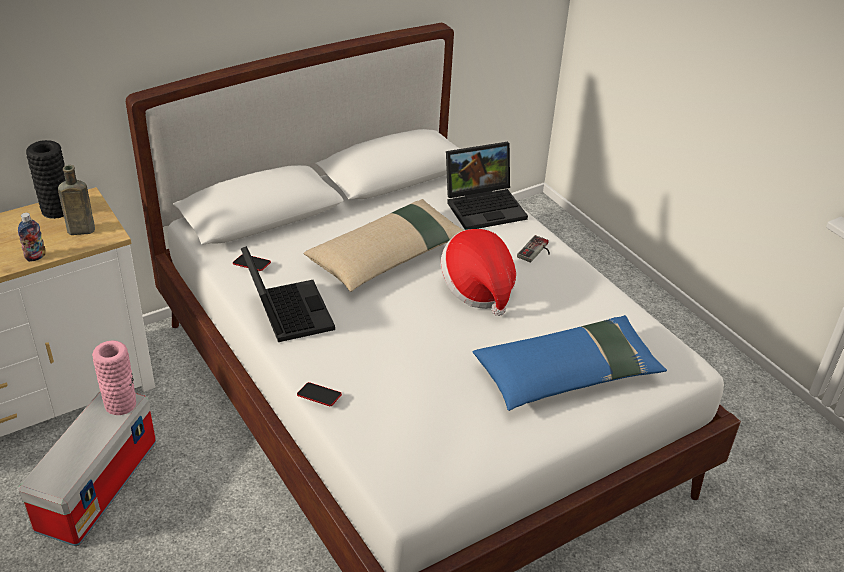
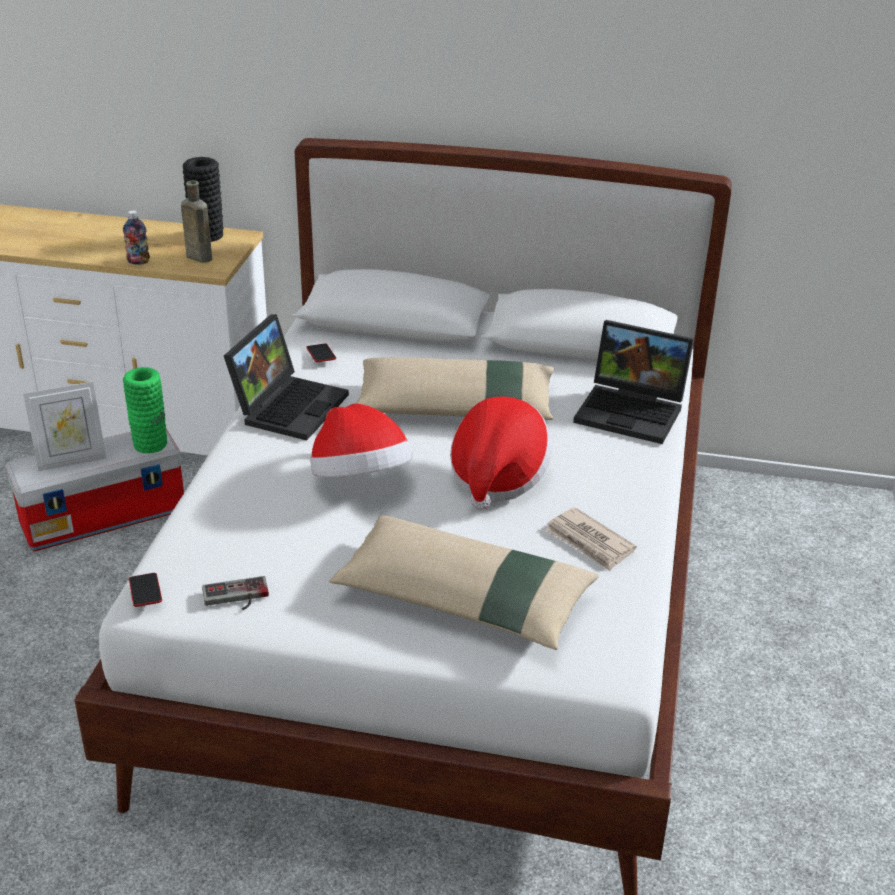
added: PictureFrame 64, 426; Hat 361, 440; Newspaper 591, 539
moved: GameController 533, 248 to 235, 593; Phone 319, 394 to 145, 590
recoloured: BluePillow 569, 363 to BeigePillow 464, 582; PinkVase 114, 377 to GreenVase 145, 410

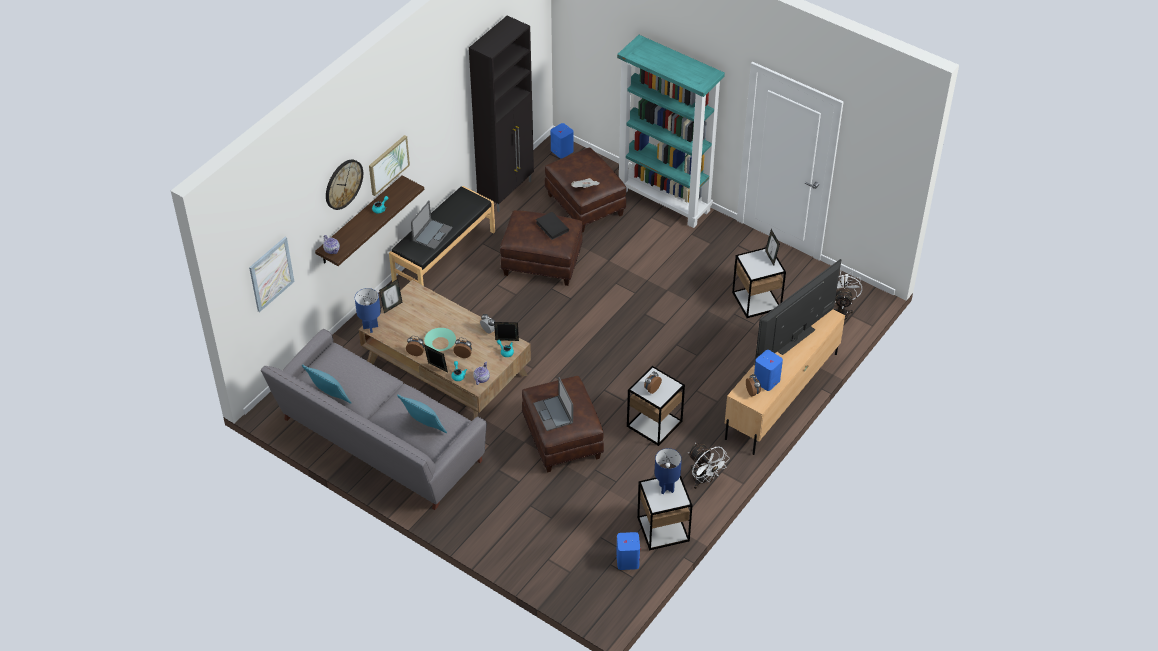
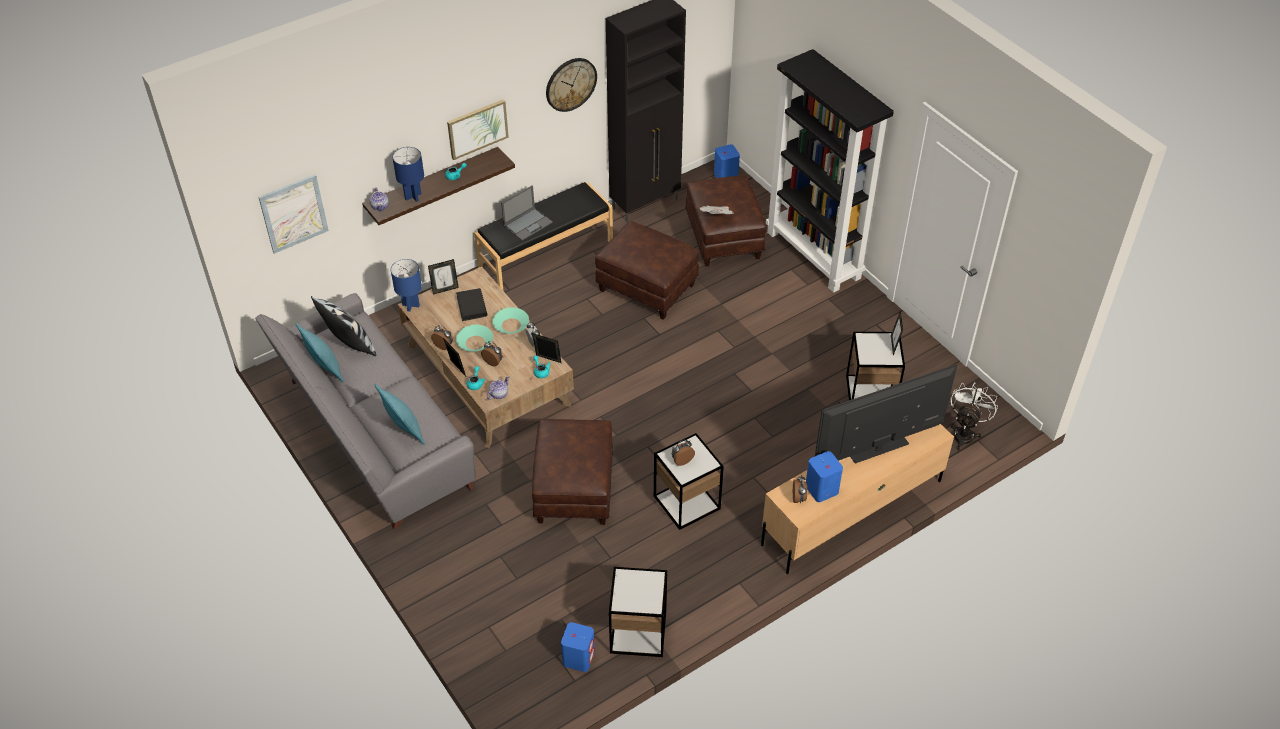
removed: Laptop 553, 404; WhiteFan 709, 466
added: Pillow 343, 326; TurquoiseBowl 511, 320
moved: WallClock 344, 185 to 571, 85; BlackBook 552, 226 to 471, 304; BlueTableLamp 668, 471 to 408, 174
recoloured: TurquoiseBookcase 671, 131 to BlackBookcase 830, 171

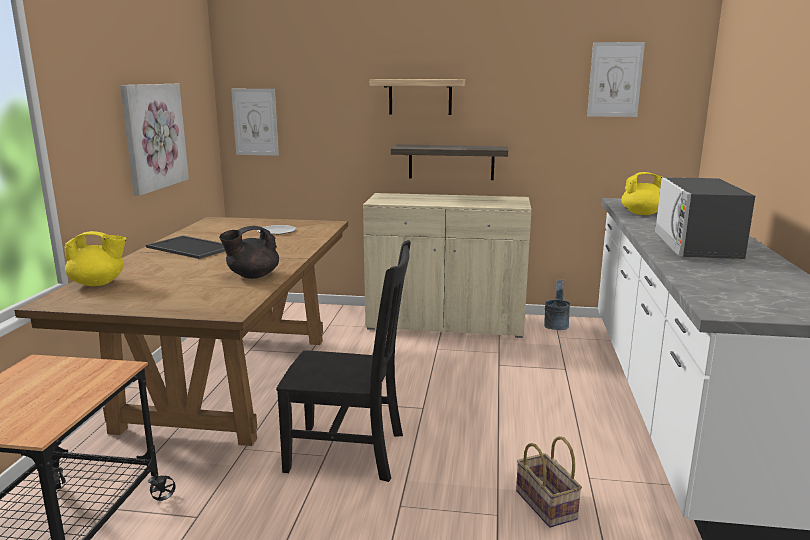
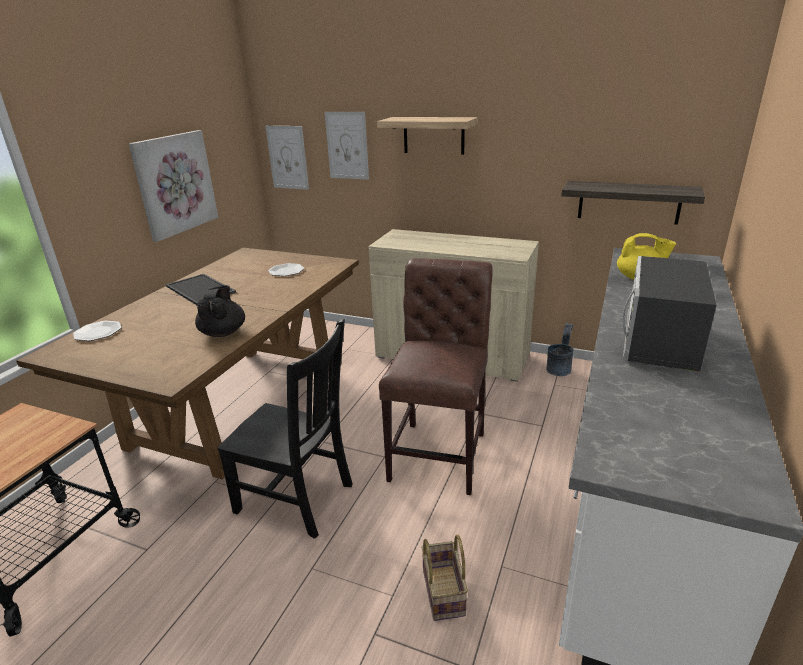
added: BrownChair 436, 376
moved: Picture 616, 79 to 346, 146; Shelf 449, 162 to 633, 203
replaced: YellowTeapot 95, 258 to Plate 97, 331
turned: BlackTeapot 249, 252 = 220, 311 105 degrees clockwise

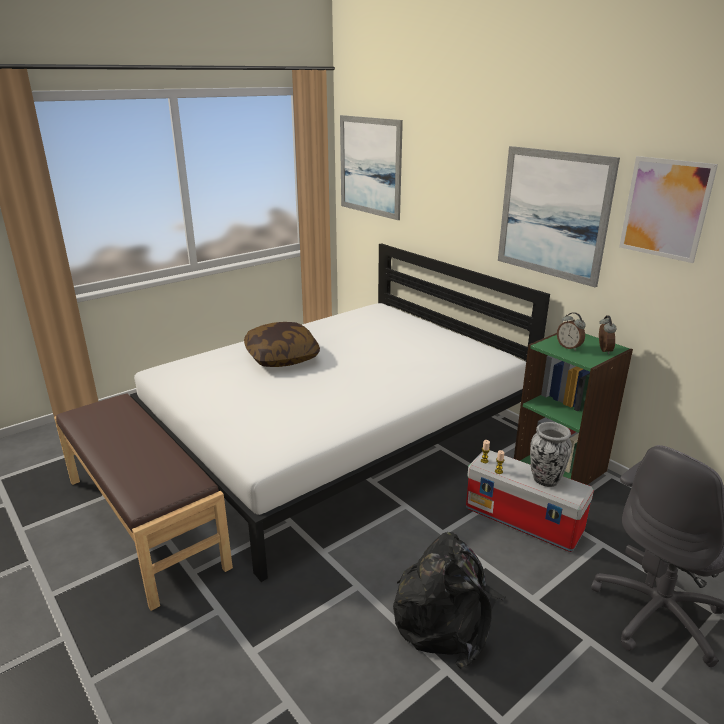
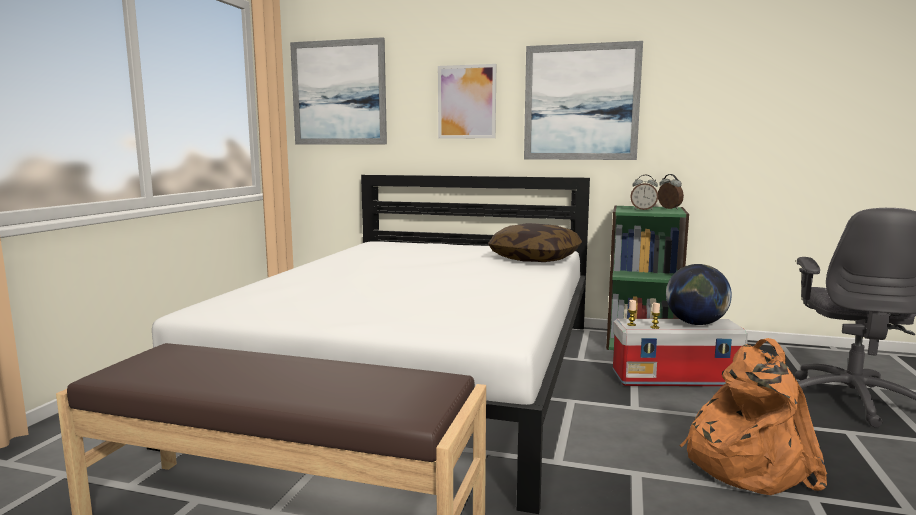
moved: Picture 668, 209 to 467, 101; Pillow 282, 344 to 535, 242
replaced: Vase 551, 454 to Globe 699, 294
recoloured: BlackBackpack 449, 600 to OrangeBackpack 753, 416

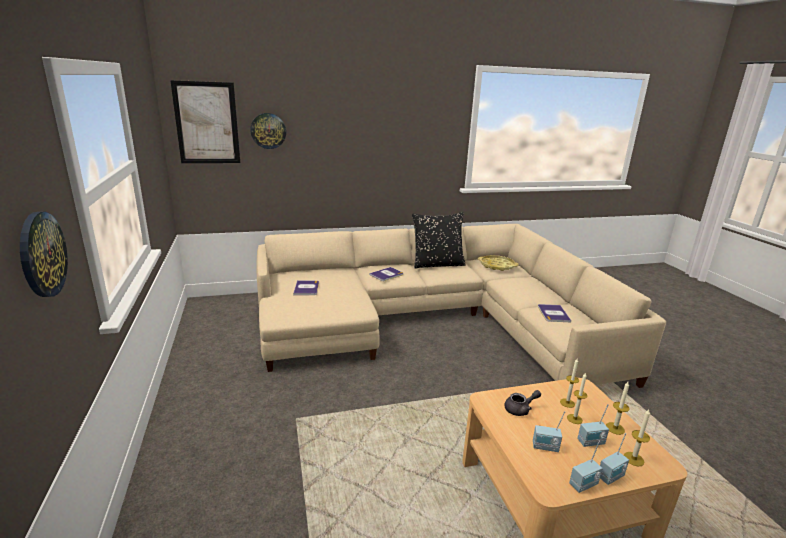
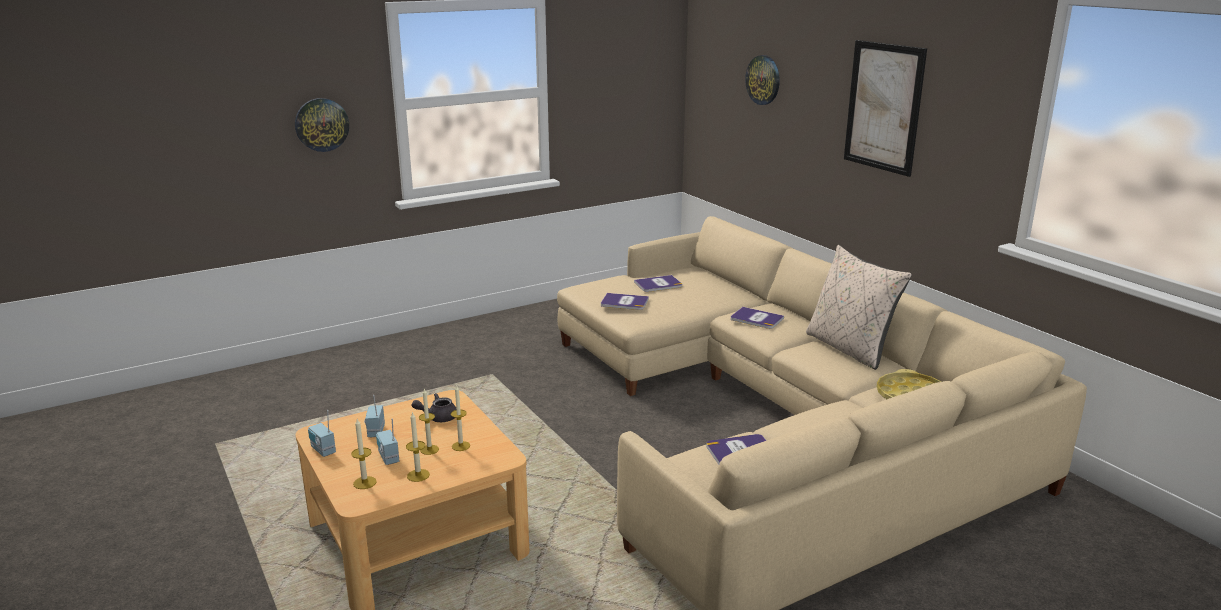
removed: Radio 614, 459
added: Book 625, 301
moved: Picture 205, 121 to 885, 108
recoloured: BlackPillow 438, 240 to BeigePillow 859, 307
turned: GreyTeapot 522, 403 = 433, 407 105 degrees clockwise

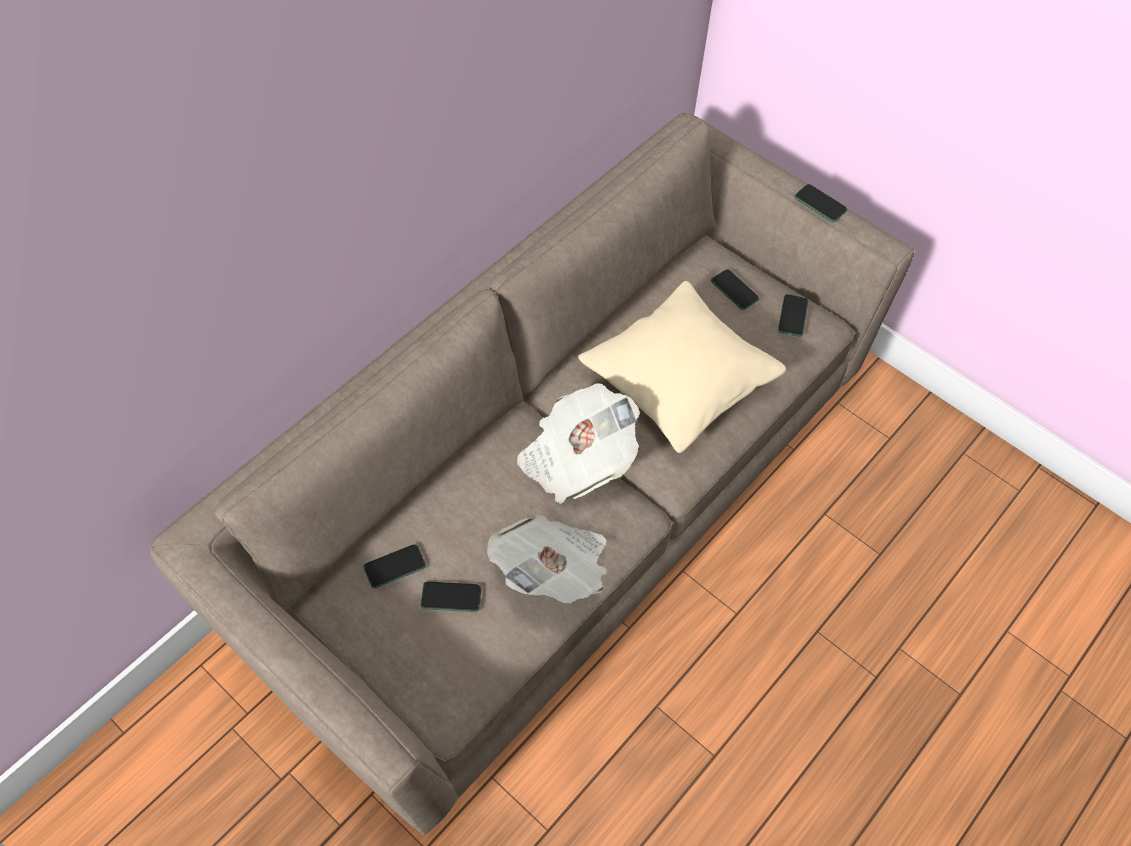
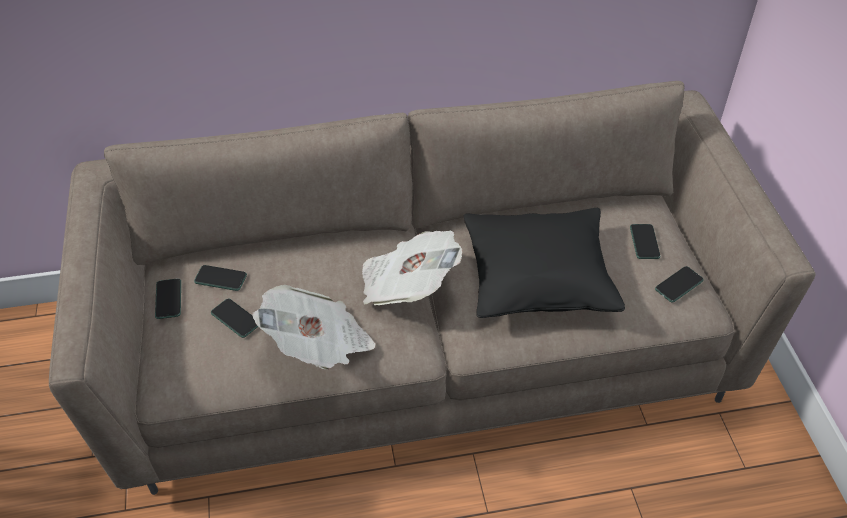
moved: Phone 820, 203 to 168, 298
recoloured: BeigePillow 682, 367 to BlackPillow 544, 263

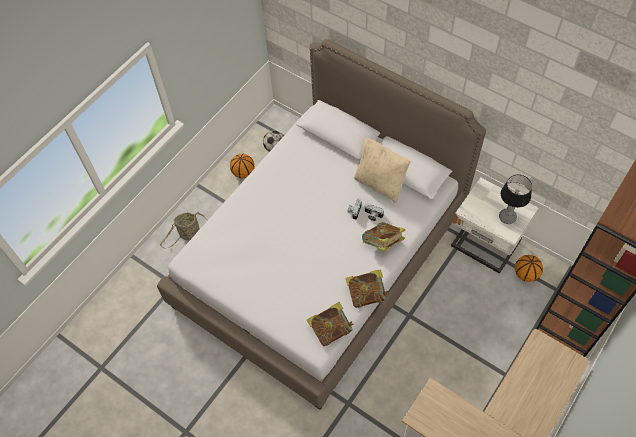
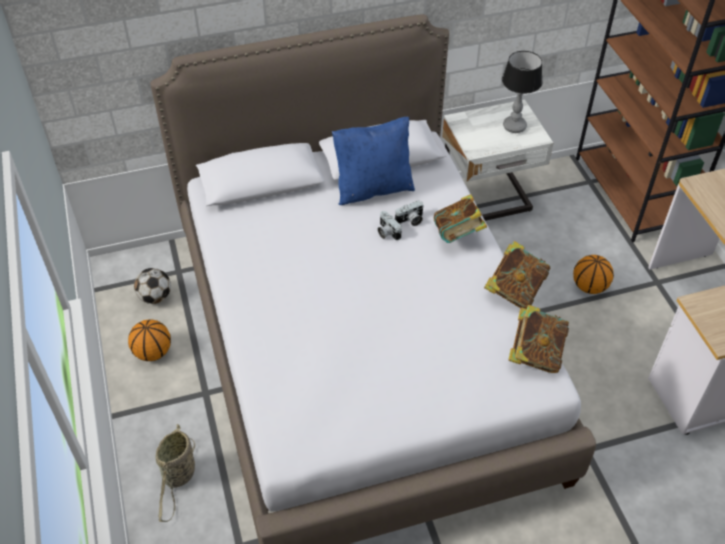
moved: Basketball 529, 268 to 593, 274
recoloured: BeigePillow 382, 170 to BluePillow 373, 161

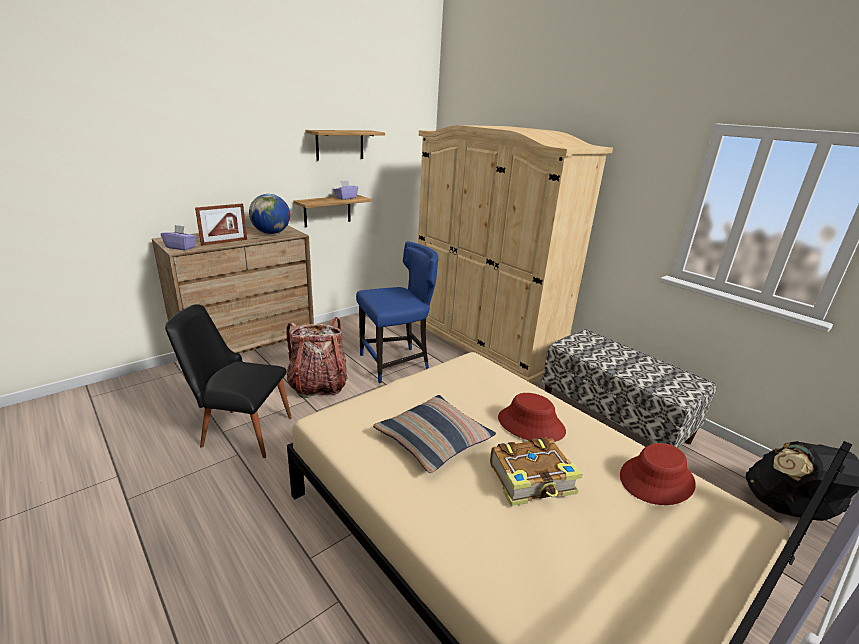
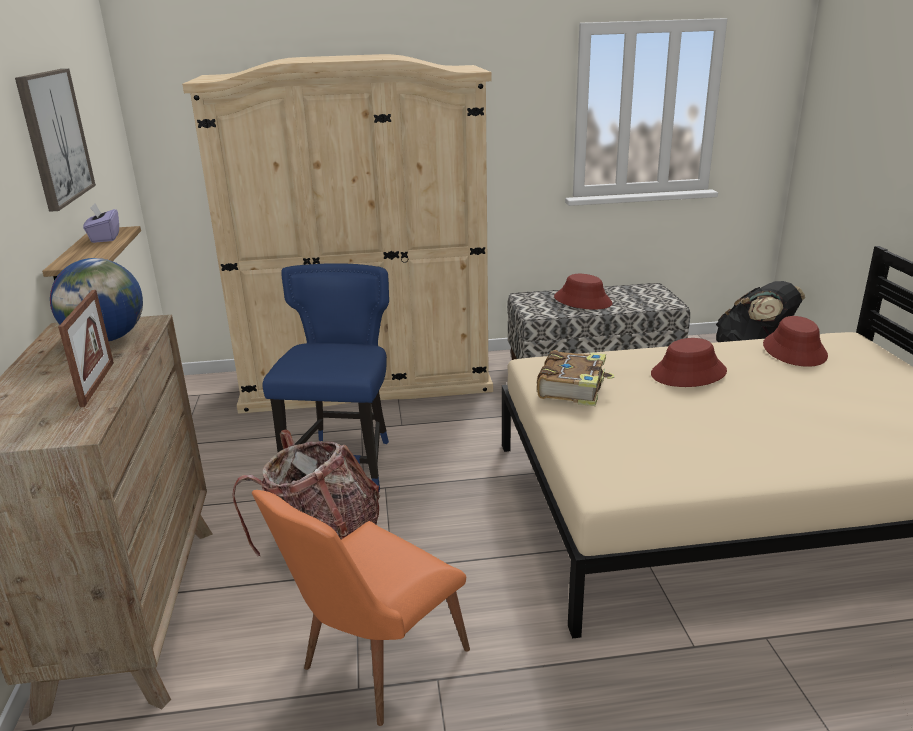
removed: PurpleTissueBox 179, 237; Pillow 434, 434
added: RedHat 583, 292
moved: Book 536, 471 to 576, 378
replaced: Shelf 345, 145 to Picture 55, 140
recoloured: BlackChair 228, 381 to OrangeChair 361, 608

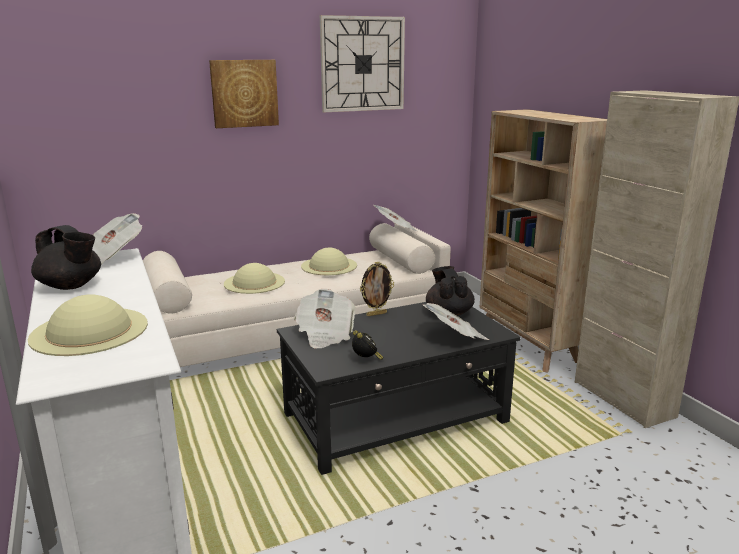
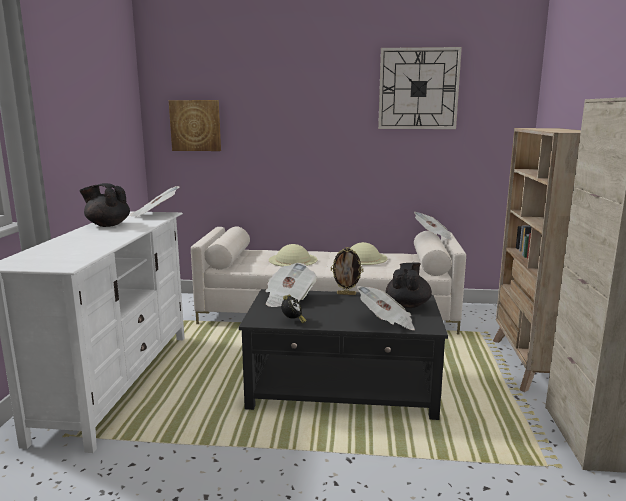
removed: BeigeHat 88, 325
moved: Picture 244, 94 to 195, 125
turned: BlackTeapot 66, 257 = 104, 205 135 degrees clockwise

